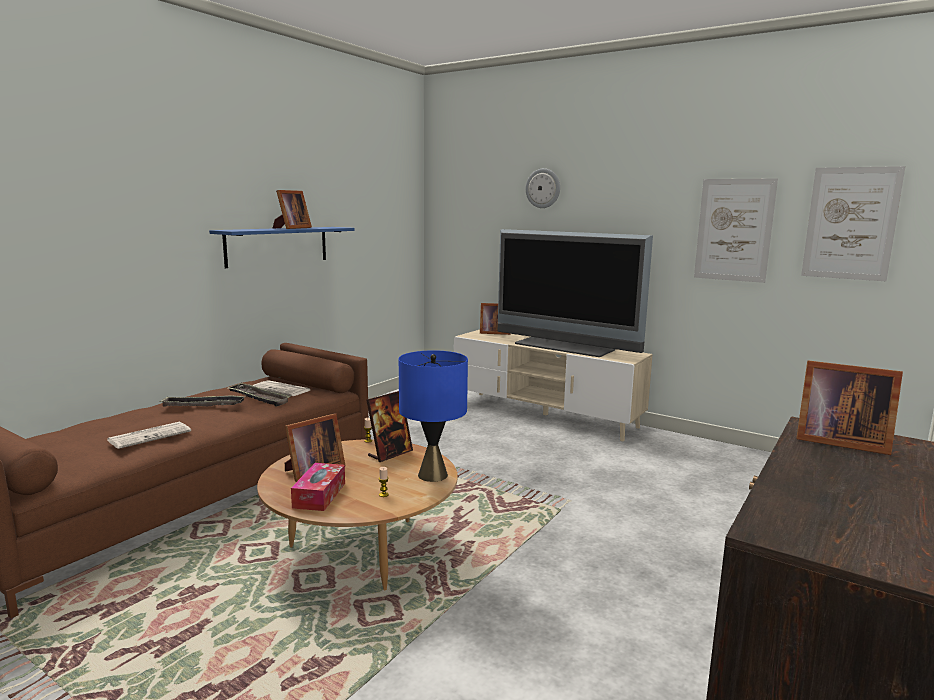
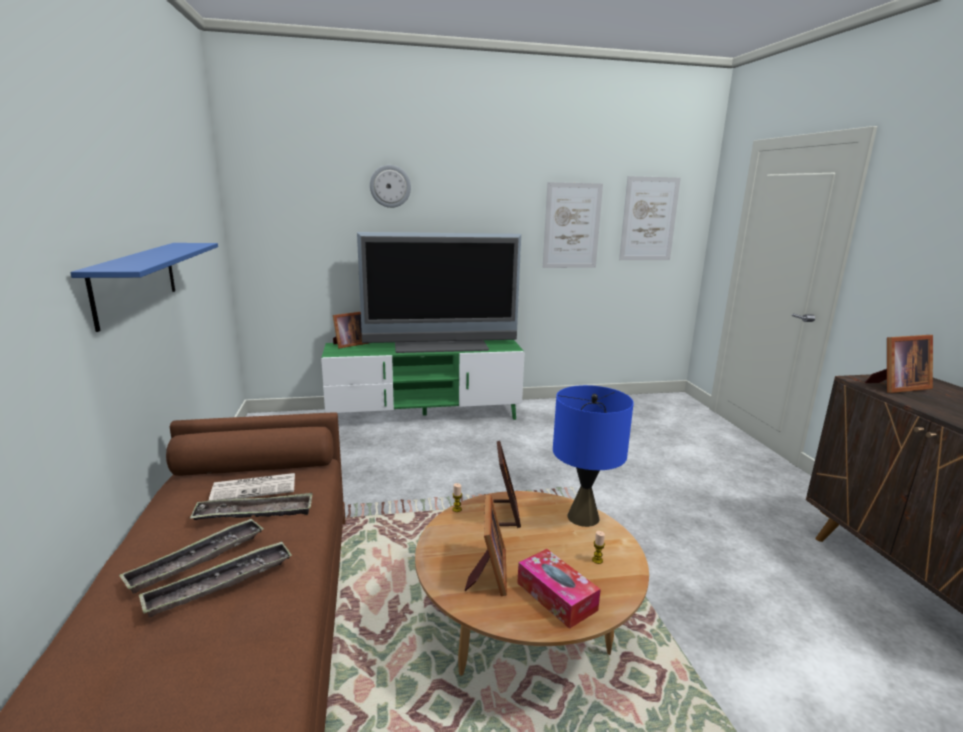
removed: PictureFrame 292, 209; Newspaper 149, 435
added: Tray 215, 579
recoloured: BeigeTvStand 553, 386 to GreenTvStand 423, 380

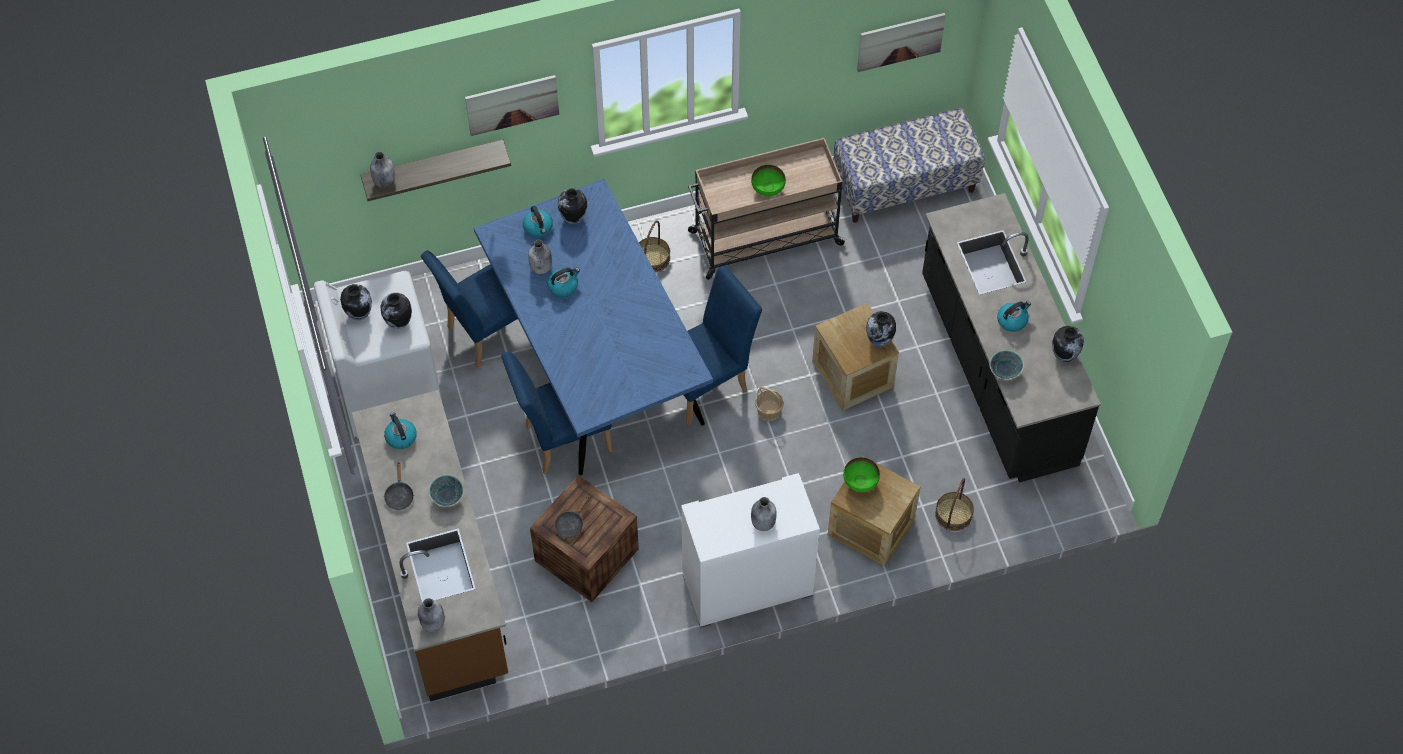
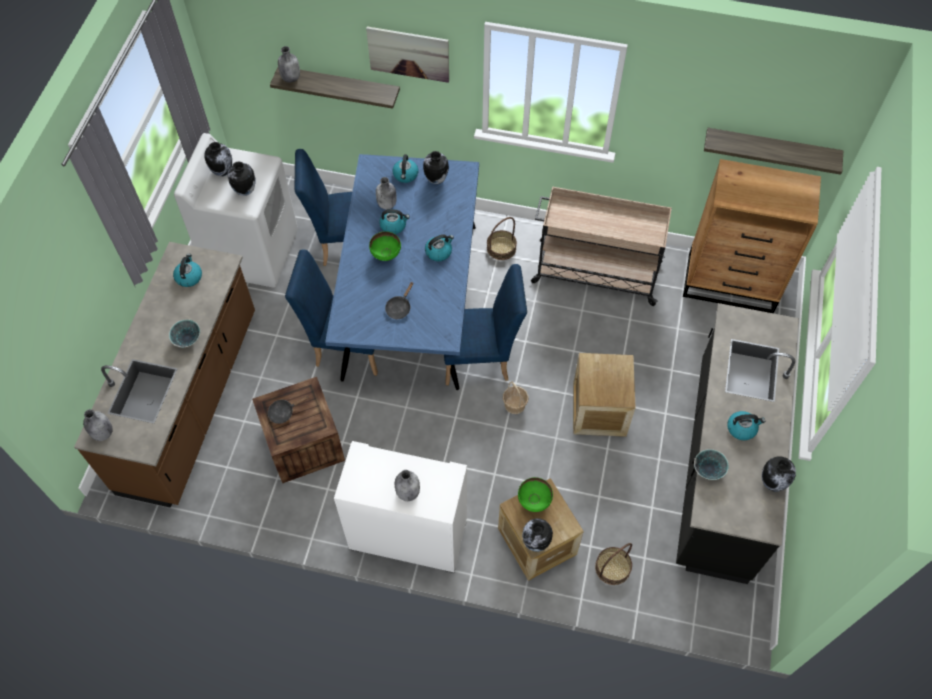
added: Kettle 439, 247
moved: GreenBowl 768, 180 to 385, 246; Vase 881, 328 to 537, 535; BlackFryingPan 399, 485 to 399, 300
replaced: Picture 901, 42 to Shelf 773, 151; Bench 909, 165 to BrownDresser 752, 236

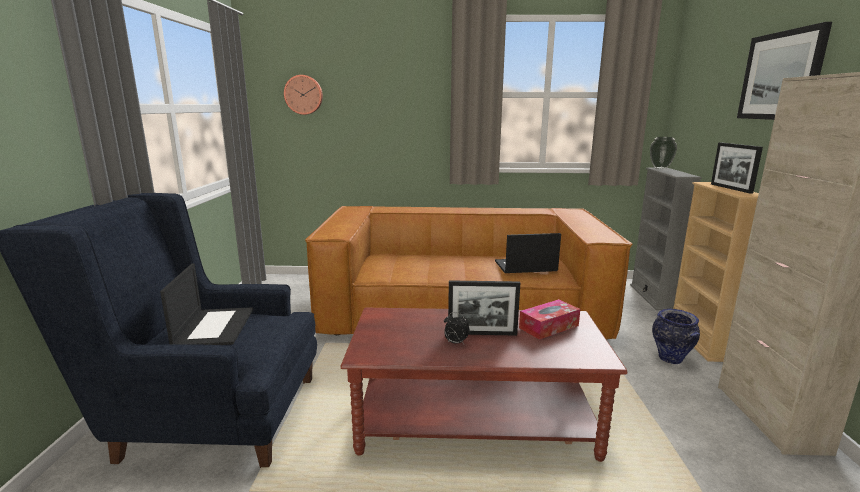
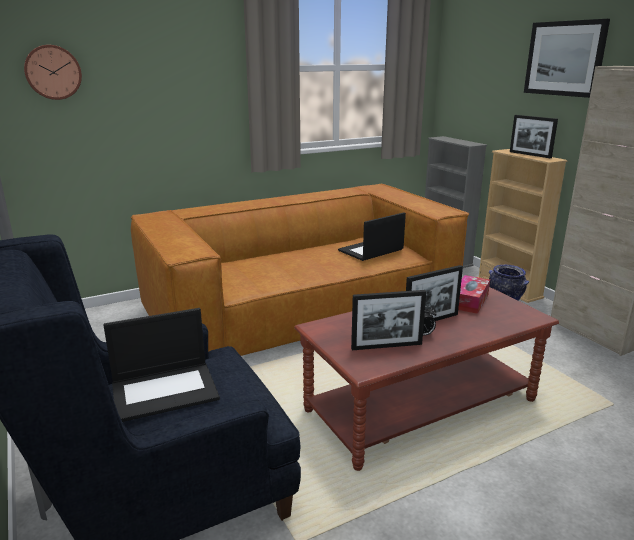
removed: Vase 663, 153
added: PictureFrame 388, 320
turned: Laptop 206, 304 = 161, 365 105 degrees clockwise

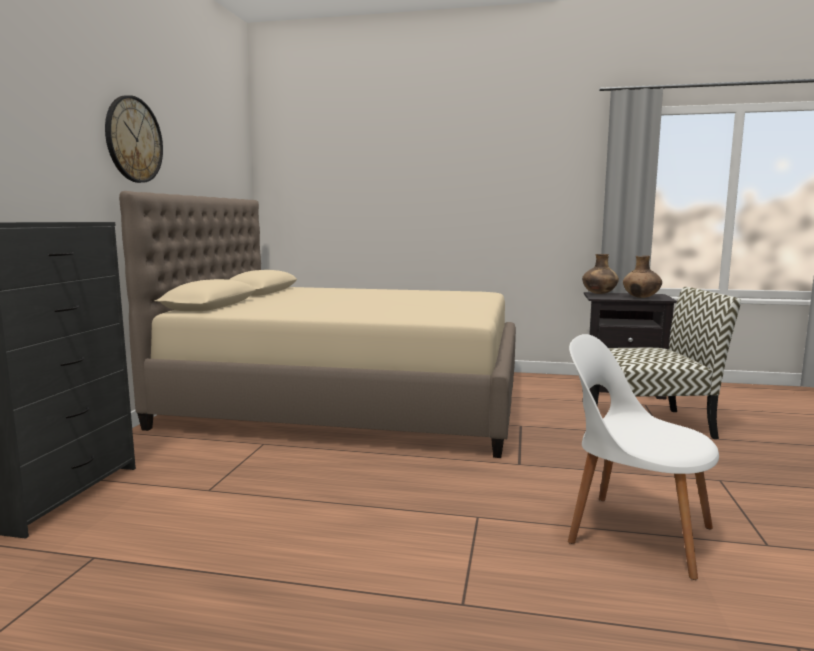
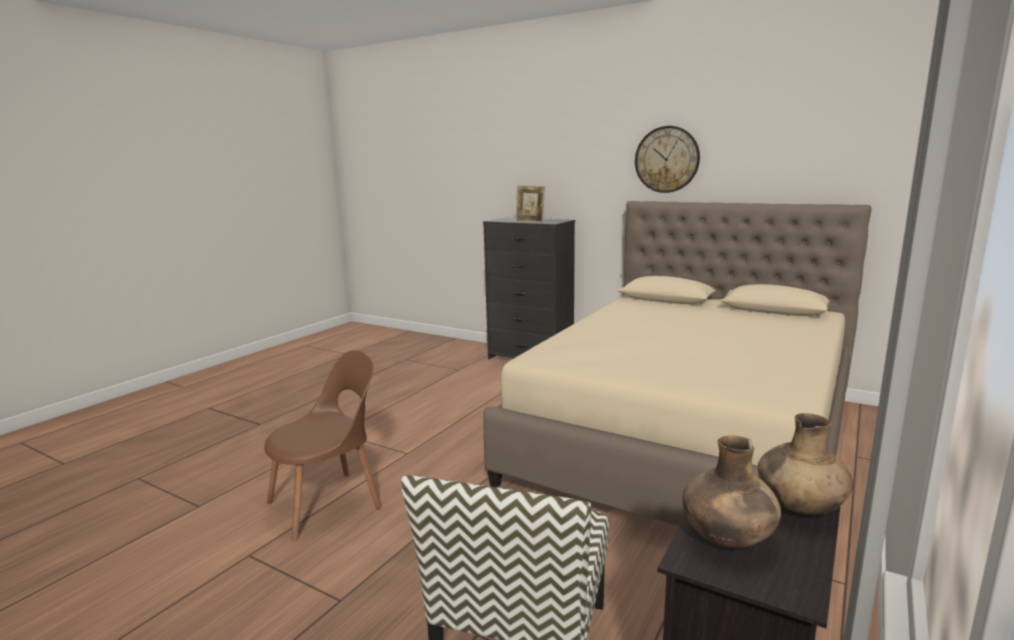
added: PictureFrame 530, 204
recoloured: WhiteChair 643, 457 to BrownChair 322, 445

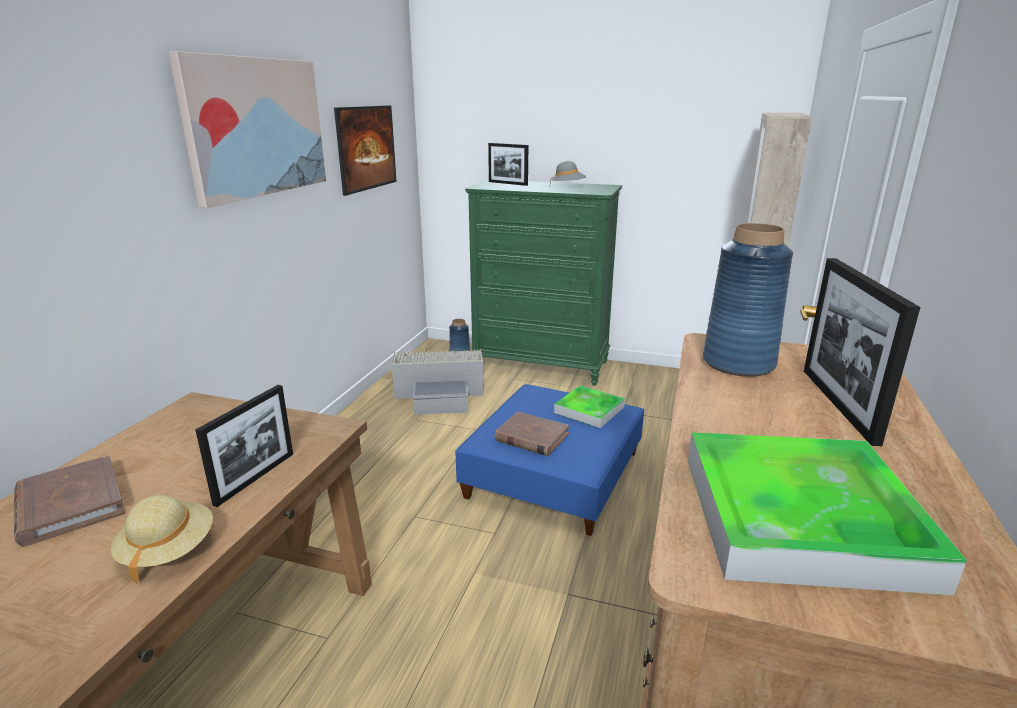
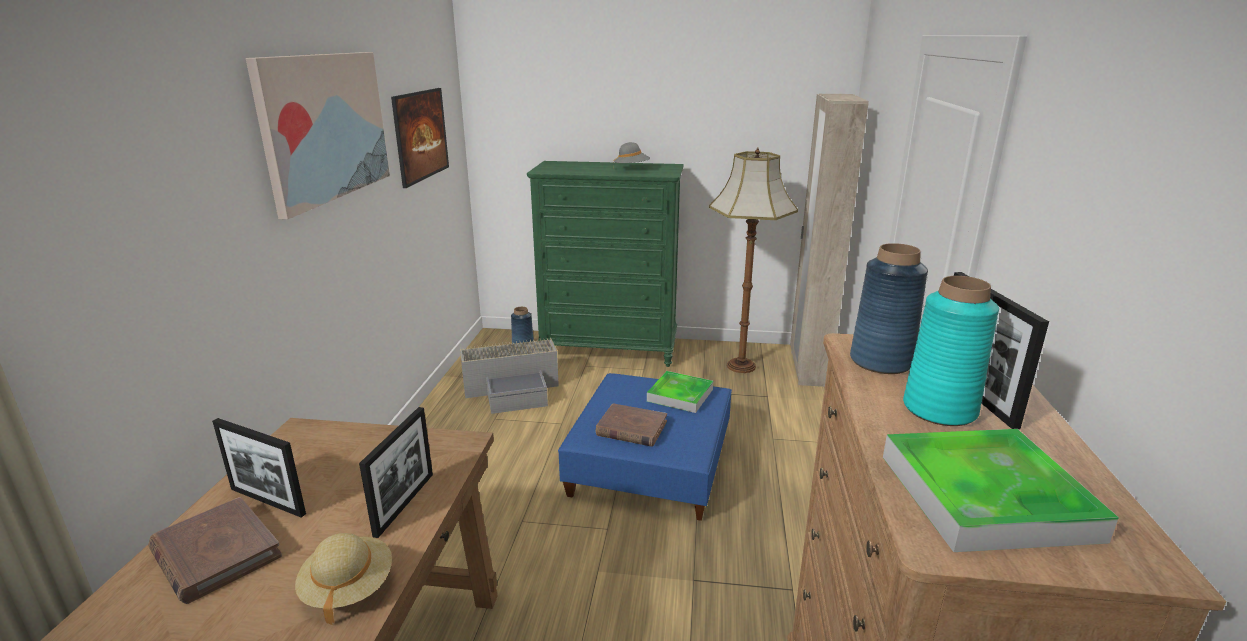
added: FloorLamp 753, 260; TurquoiseVase 951, 351
moved: PictureFrame 508, 164 to 259, 467

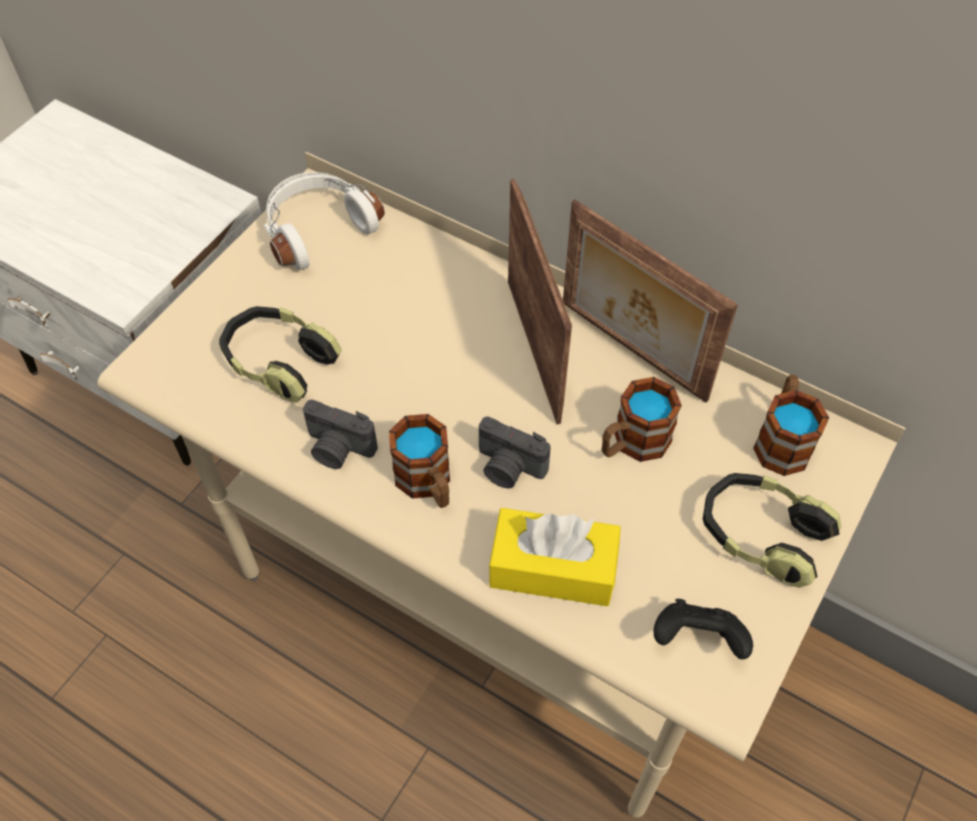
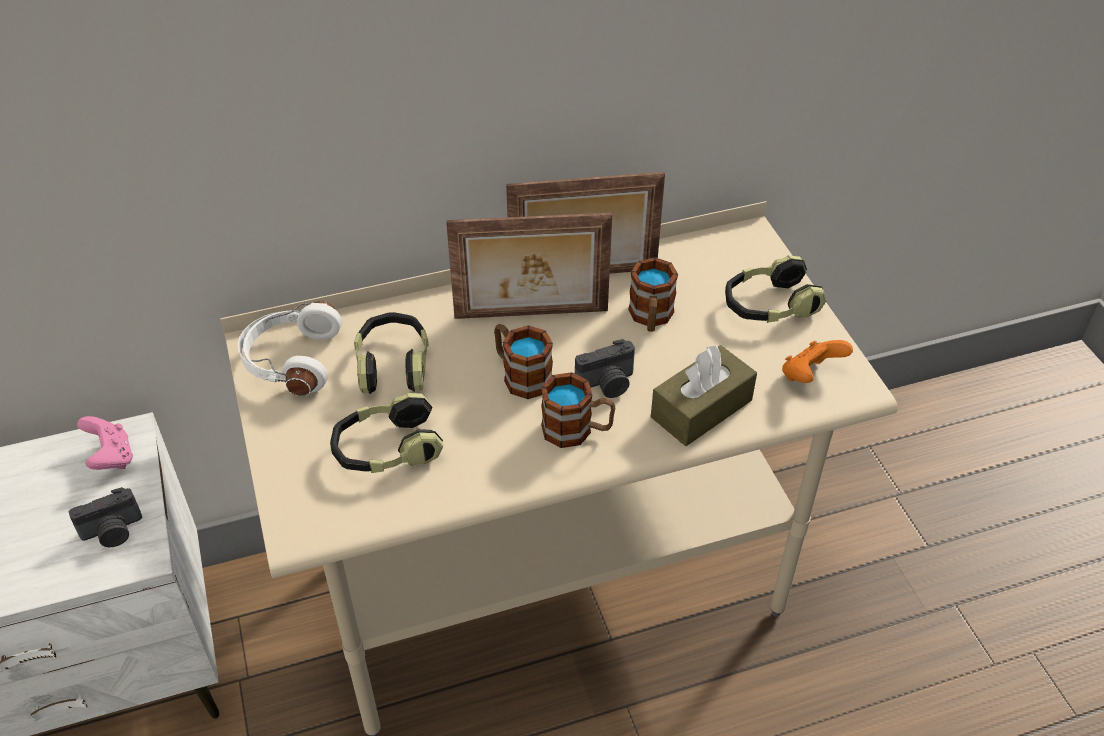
added: Headphones 391, 353; PinkGameController 105, 443
moved: Mug 791, 425 to 523, 361; PhotoCamera 340, 434 to 105, 517
recoloured: YellowTissueBox 555, 557 to BrownTissueBox 704, 395; BlackGameController 703, 629 to OrangeGameController 817, 361
turned: PictureFrame 540, 301 = 529, 266 150 degrees clockwise

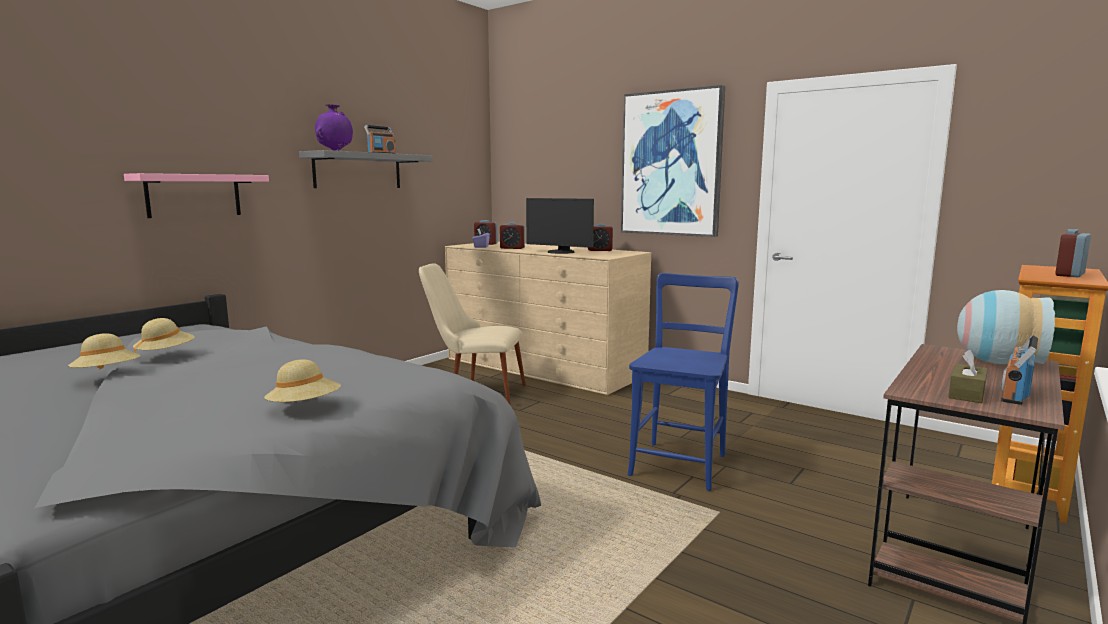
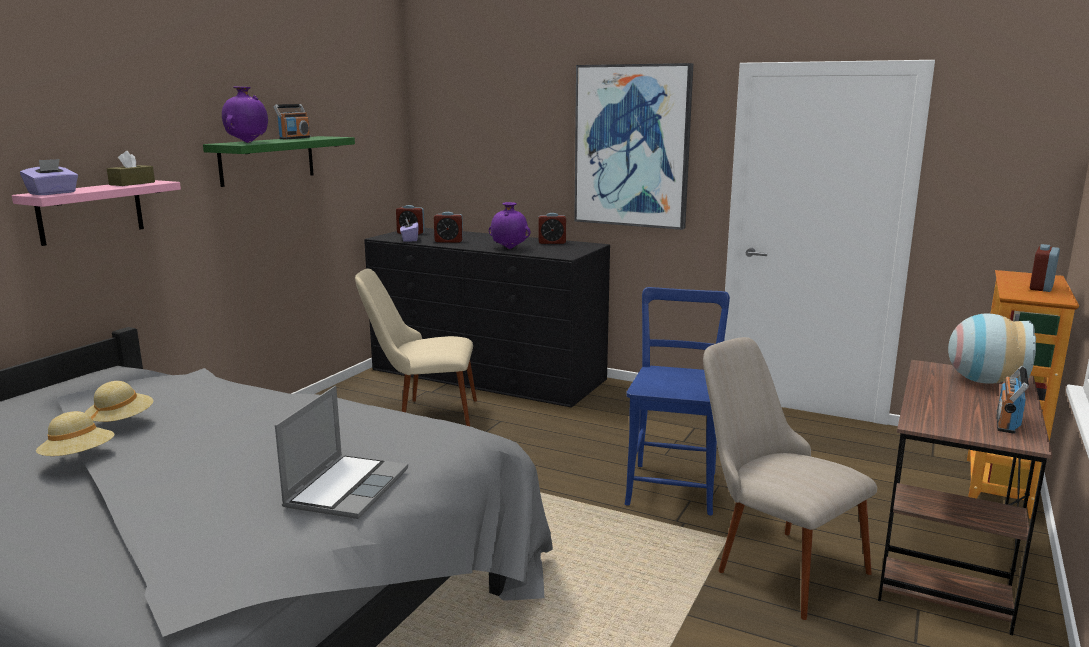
added: PurpleTissueBox 49, 177; BeigeChair 790, 478
moved: BrownTissueBox 968, 376 to 131, 168
replaced: Monitor 560, 226 to PurpleVase 510, 225; BeigeHat 302, 381 to Laptop 341, 452
recoloured: GreyShelf 366, 169 to GreenShelf 279, 161; BeigeDresser 548, 318 to BlackDresser 487, 318

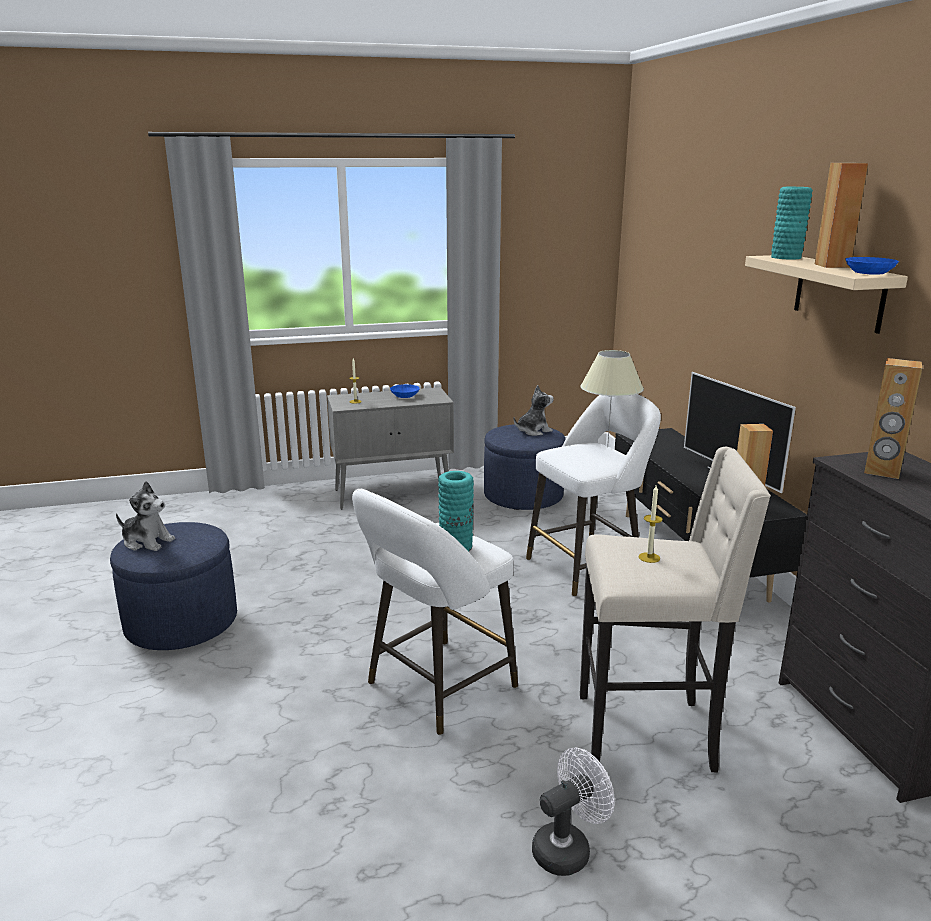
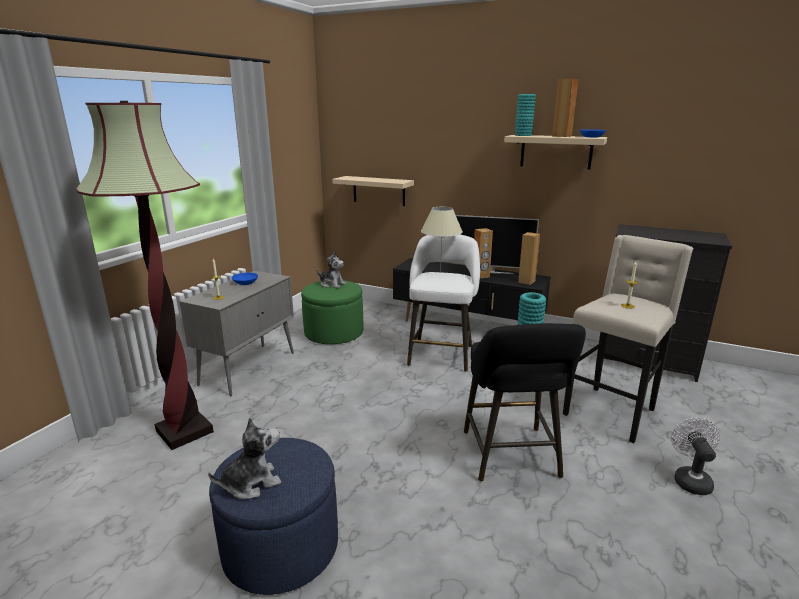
added: FloorLamp 145, 275; BeigeShelf 373, 191
moved: BrownSpeaker 893, 418 to 483, 253
recoloured: BlueOttoman 524, 467 to GreenOttoman 332, 312; WhiteStool 435, 612 to BlackStool 525, 402
turned: PlushToy 534, 410 = 331, 269 105 degrees clockwise

